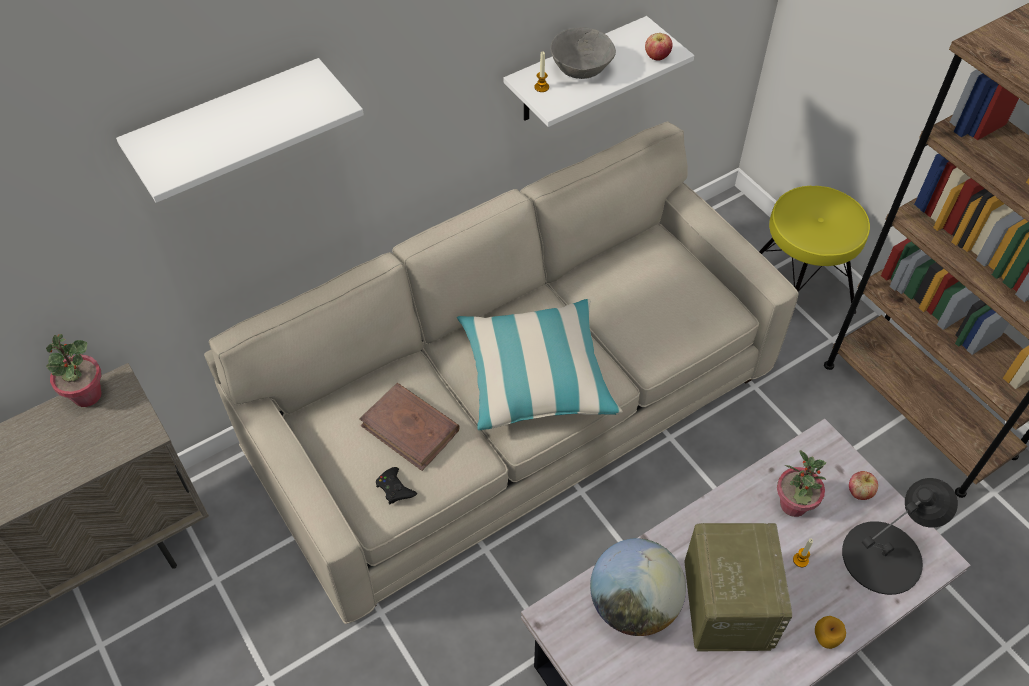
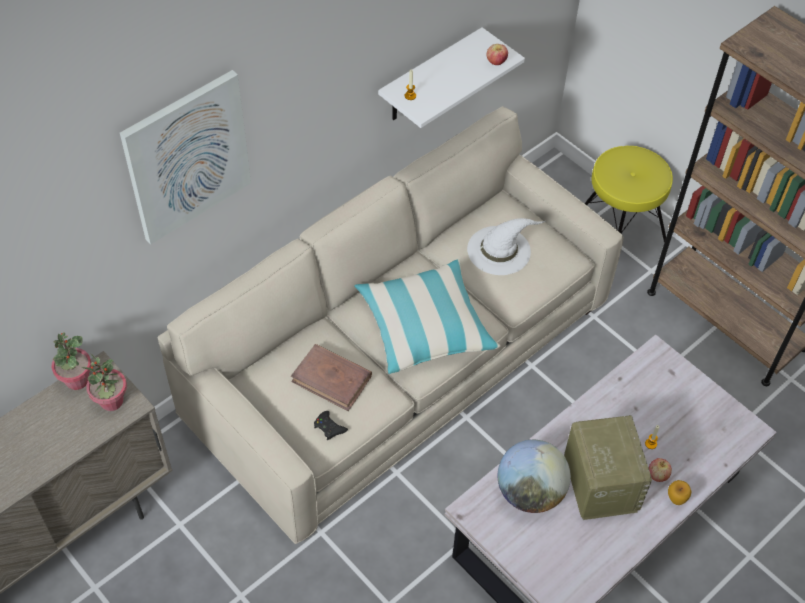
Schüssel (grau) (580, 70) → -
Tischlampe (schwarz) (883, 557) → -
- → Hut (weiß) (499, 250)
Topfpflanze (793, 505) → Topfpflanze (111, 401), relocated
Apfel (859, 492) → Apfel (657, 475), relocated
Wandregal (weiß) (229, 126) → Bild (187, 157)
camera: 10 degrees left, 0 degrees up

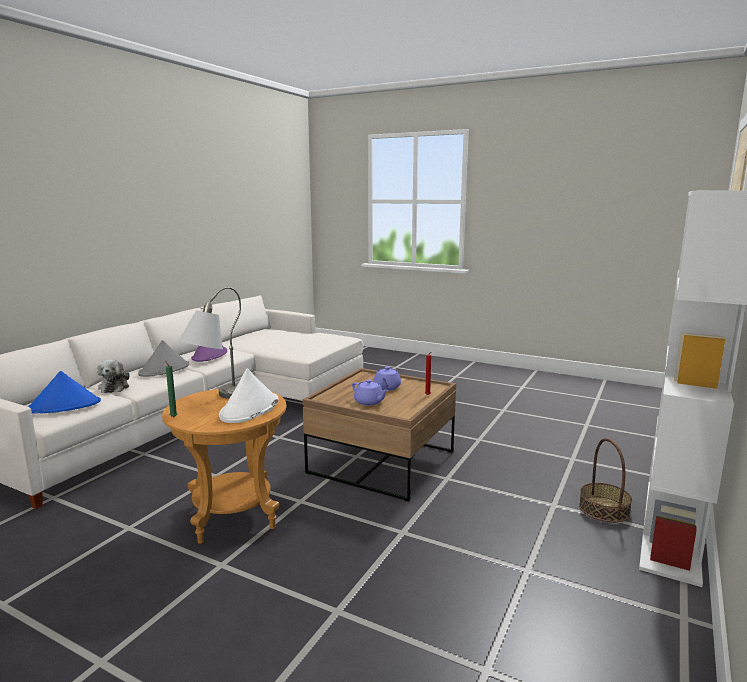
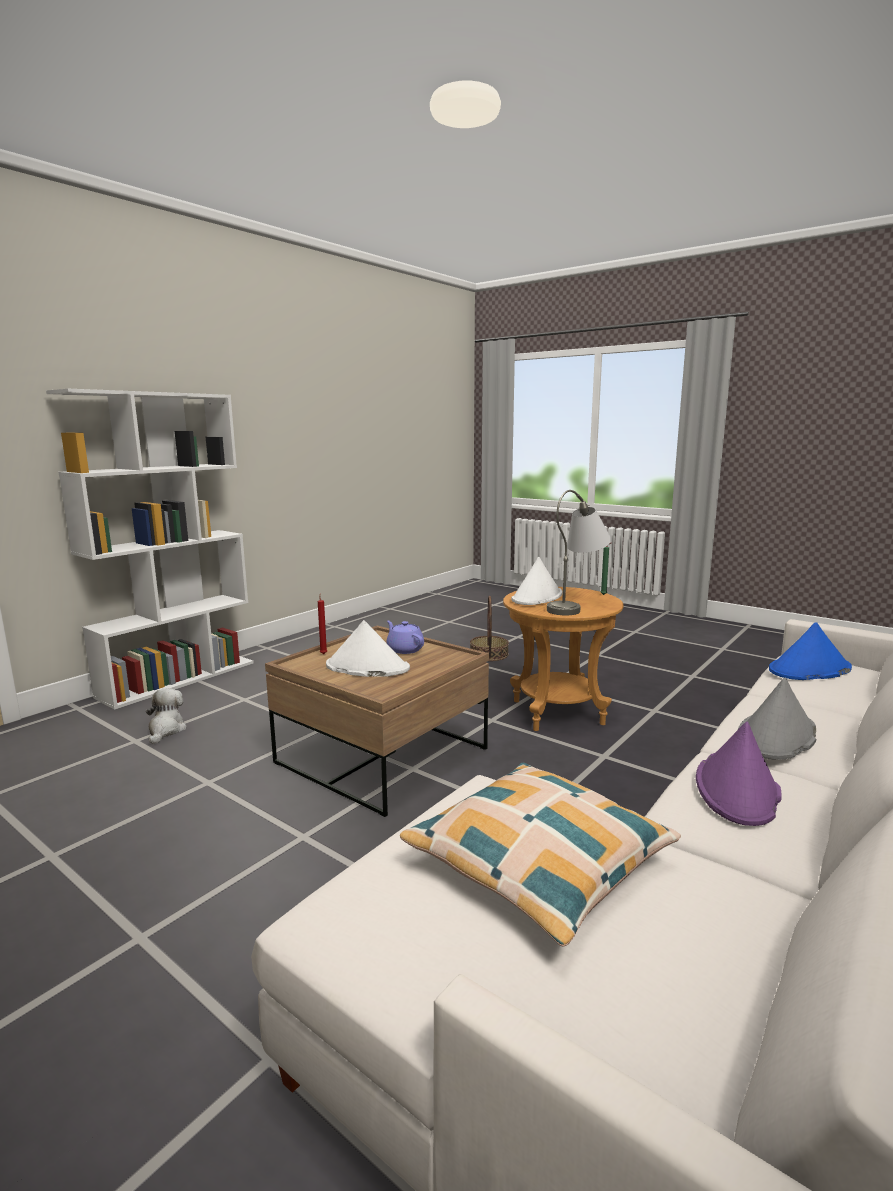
- → Kissen (538, 861)
Plüschtier (114, 387) → Plüschtier (166, 730), relocated
Korb (604, 509) → Korb (489, 654), relocated
Teekanne (lila) (386, 388) → Hut (weiß) (367, 667)
camera: 170 degrees left, 0 degrees up

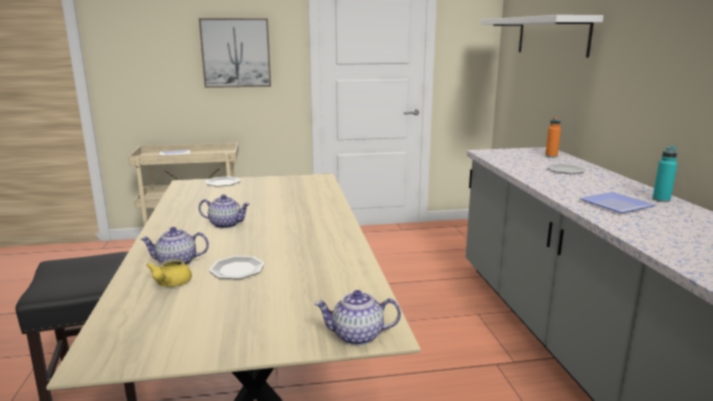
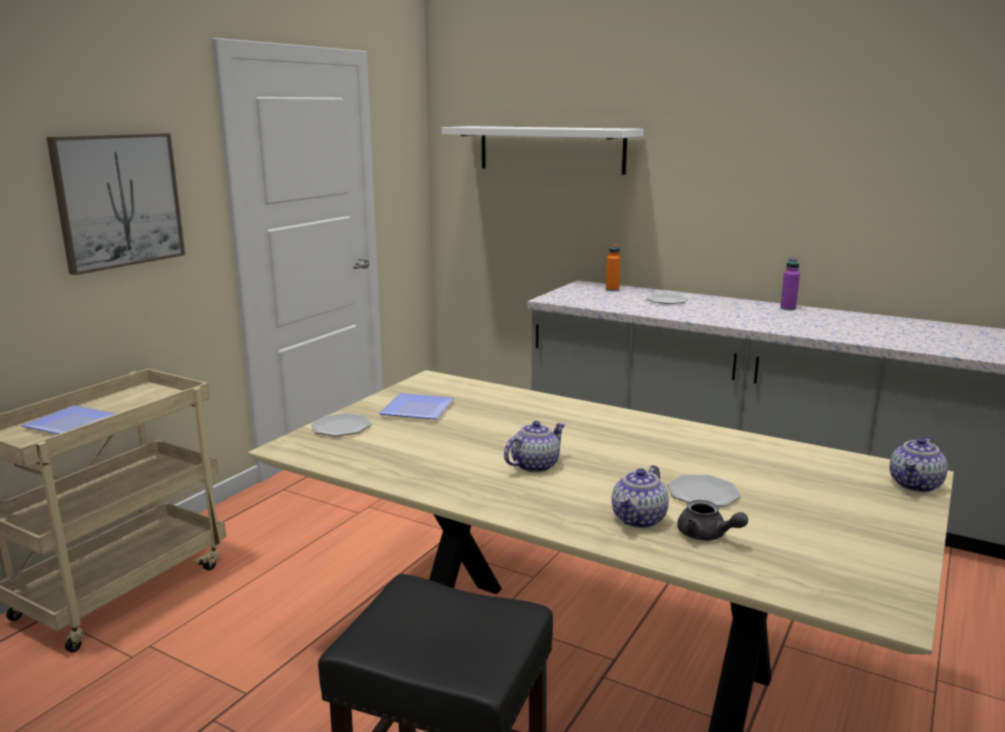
Teller (616, 206) → Teller (419, 410), relocated
Teekanne (gelb) (170, 284) → Teekanne (grau) (707, 536)
Flasche (türkis) (661, 200) → Flasche (lila) (788, 308)
camera: 50 degrees left, 0 degrees up

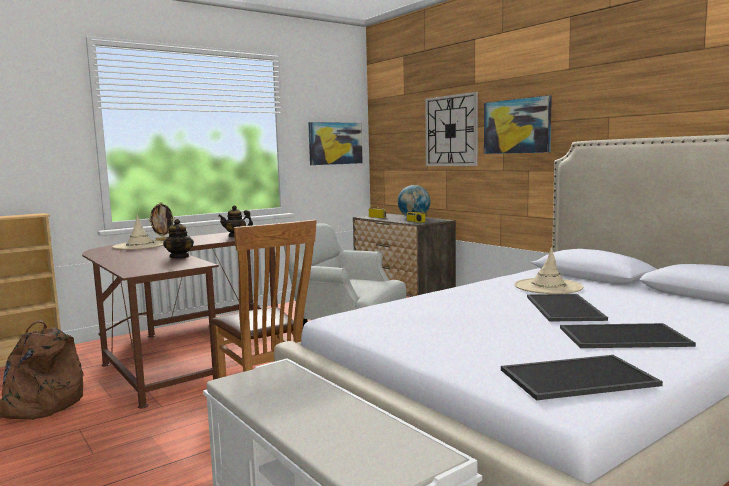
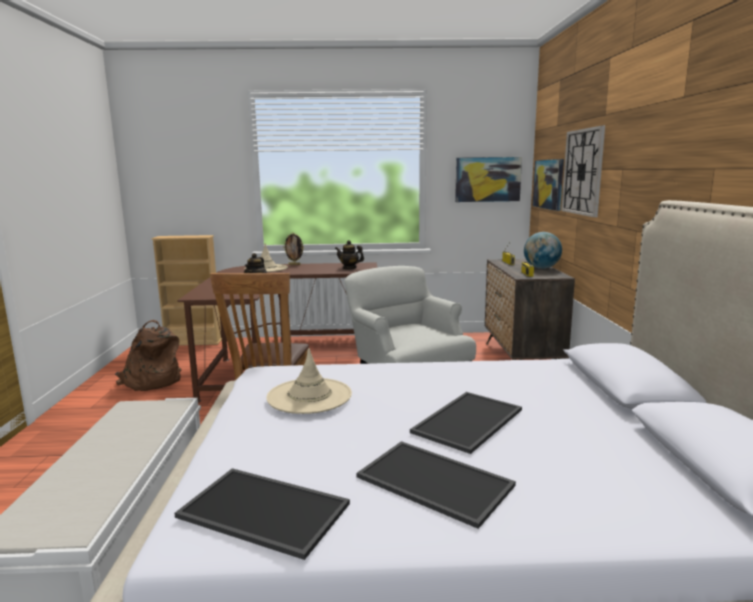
Bild (517, 126) → Bild (548, 184), relocated
Hut (beige) (548, 286) → Hut (beige) (309, 396), relocated
camera: 35 degrees right, 5 degrees up

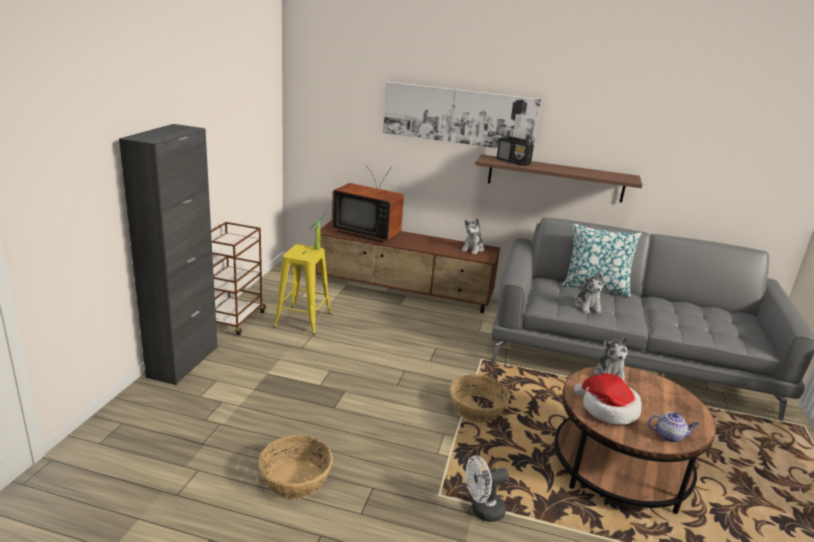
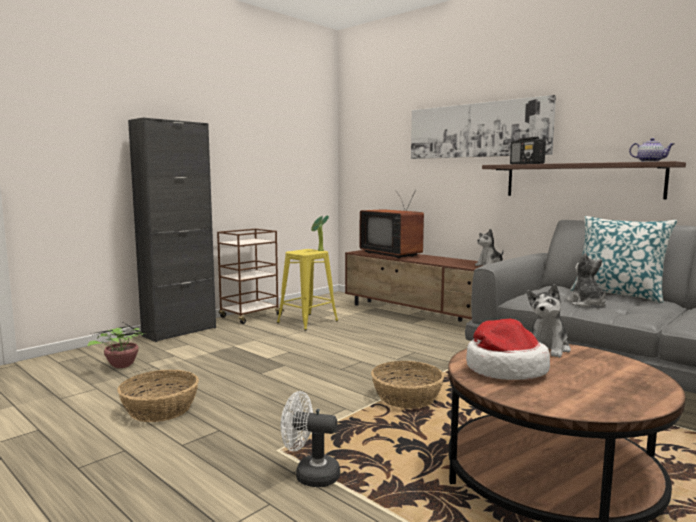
- → Topfpflanze (122, 365)
Teekanne (669, 436) → Teekanne (650, 161), relocated
Plüschtier (588, 307) → Plüschtier (586, 304), 150 degrees clockwise
camera: 30 degrees right, 15 degrees down

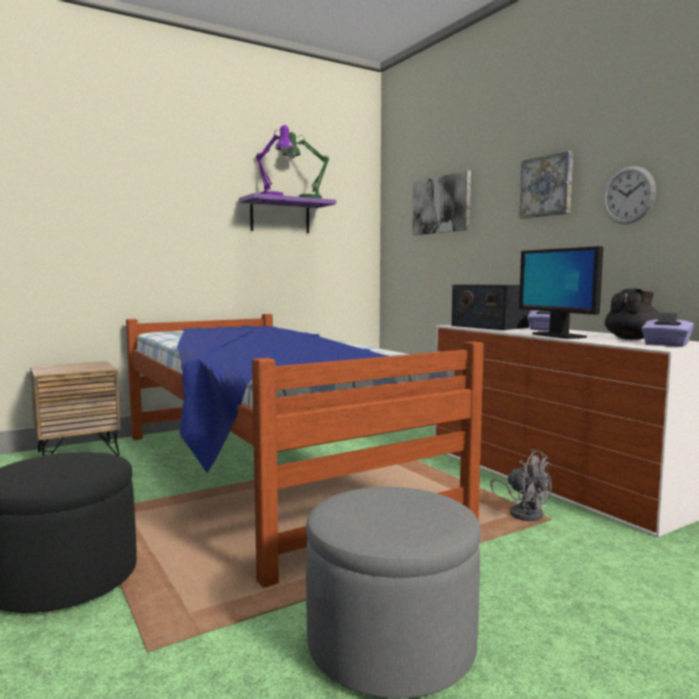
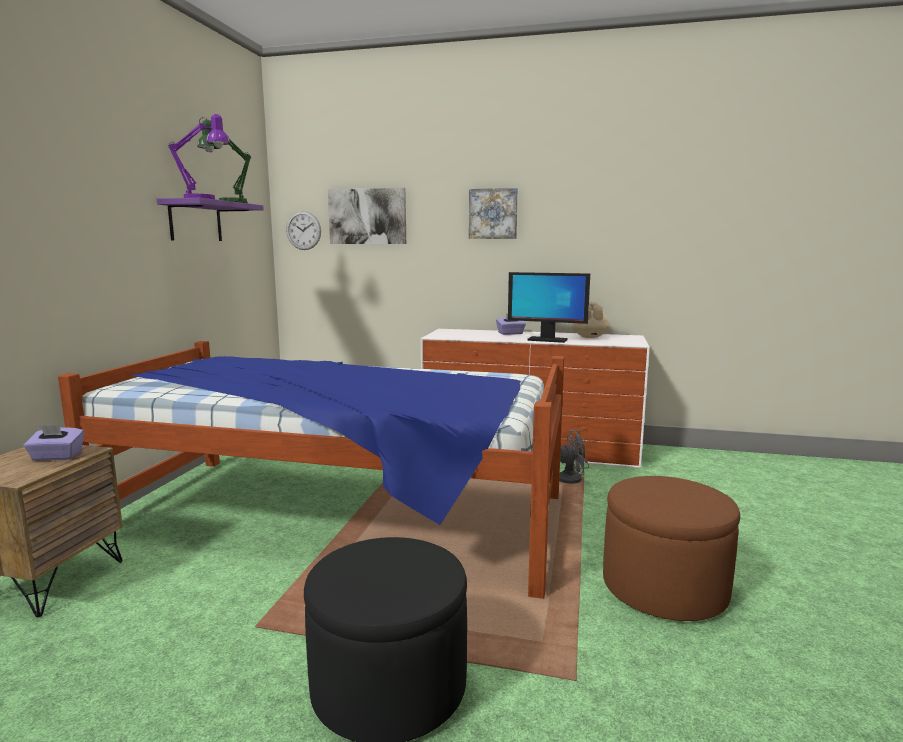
Radio (488, 326) → -
Wanduhr (628, 195) → Wanduhr (303, 230), relocated
Taschentuchbox (lila) (665, 345) → Taschentuchbox (lila) (57, 457), relocated
Polsterhocker (grau) (391, 644) → Polsterhocker (braun) (664, 588)
Teekanne (schwarz) (632, 338) → Teekanne (beige) (590, 337)
camera: 45 degrees left, 5 degrees up

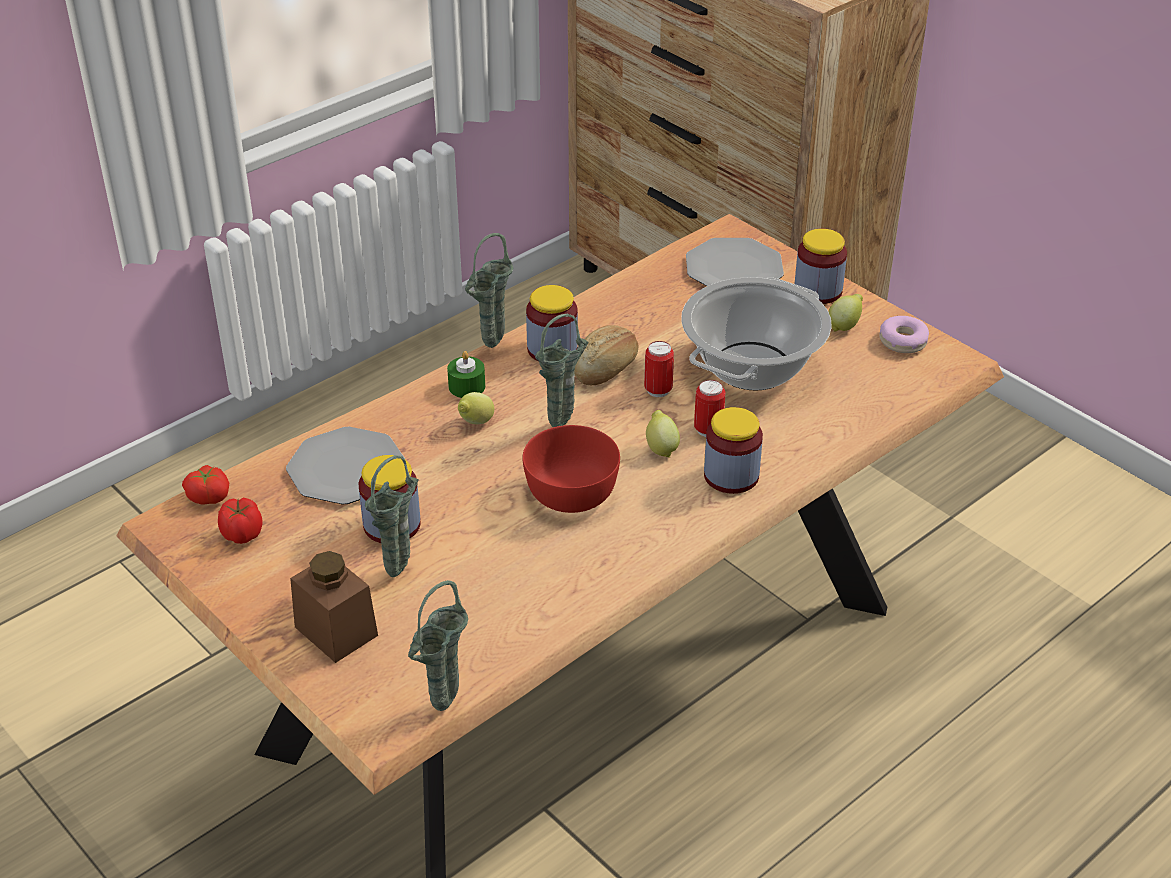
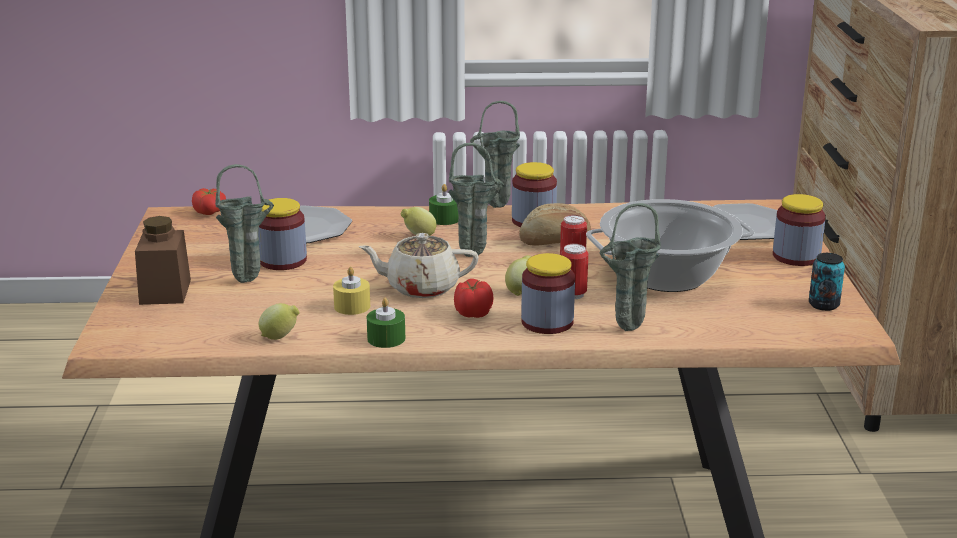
- → Kerze (gelb) (352, 306)
- → Kerze (grün) (386, 338)
Tomate (242, 535) → Tomate (472, 314), relocated
Vase (grün) (443, 708) → Vase (grün) (626, 330), relocated
Zitrone (844, 326) → Zitrone (280, 337), relocated
Schüssel (rot) (571, 491) → Teekanne (beige) (421, 287)
Donut (903, 341) → Dose (823, 305)
camera: 40 degrees right, 15 degrees down

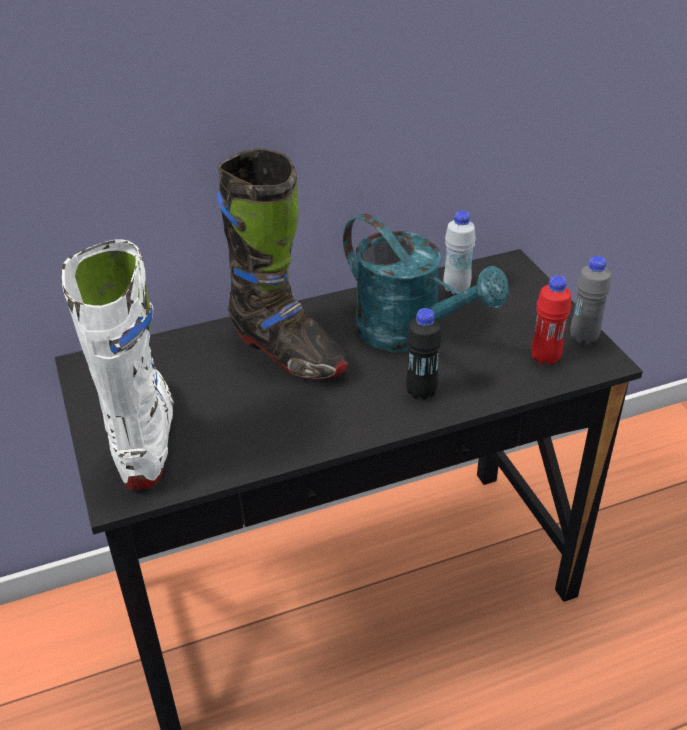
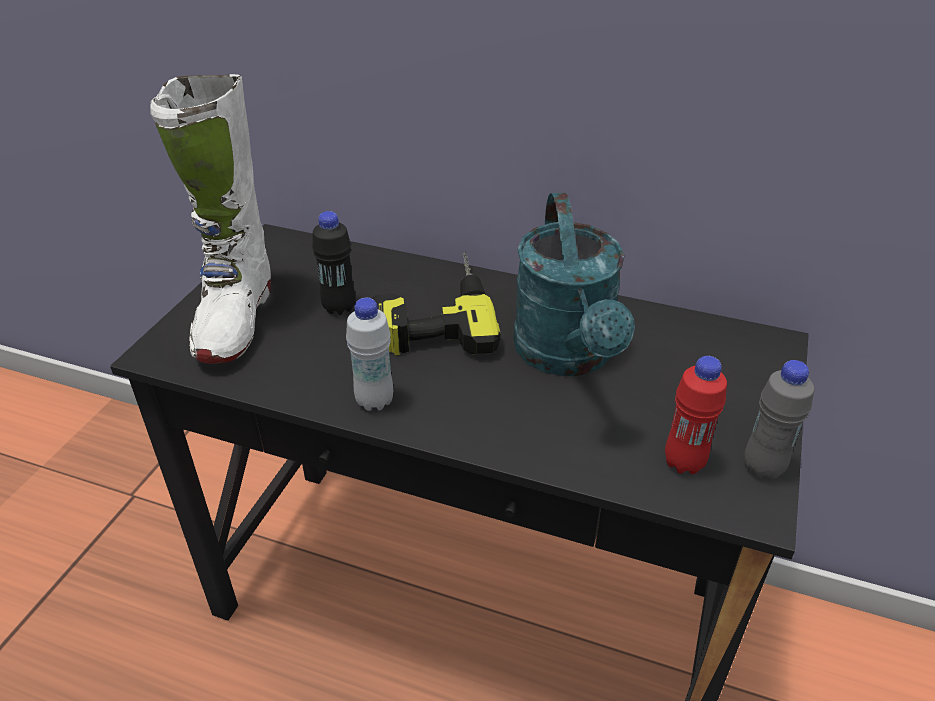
Flasche (schwarz) (421, 392) → Flasche (schwarz) (339, 307), relocated
Flasche (weiß) (456, 289) → Flasche (weiß) (374, 401), relocated
Stiefel (schwarz) (287, 352) → Bohrmaschine (432, 311)
Stiefel (weiß) (145, 437) → Stiefel (weiß) (235, 319), 150 degrees clockwise
camera: 40 degrees right, 0 degrees up

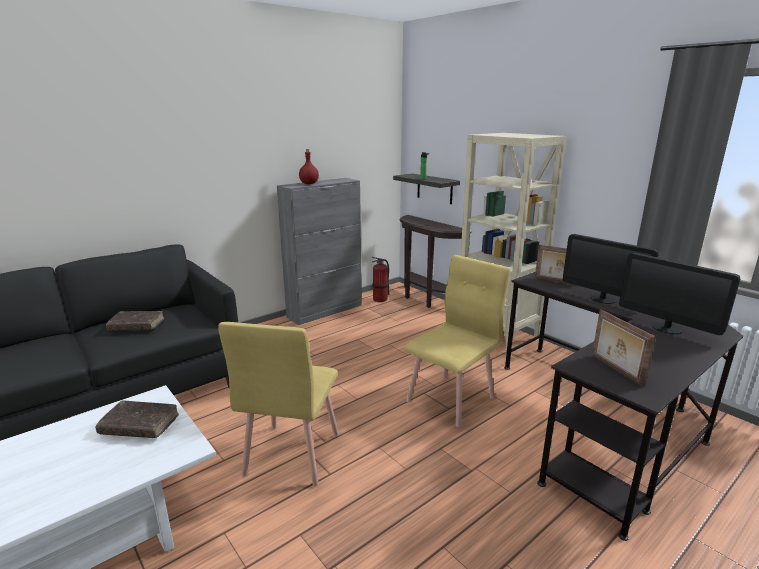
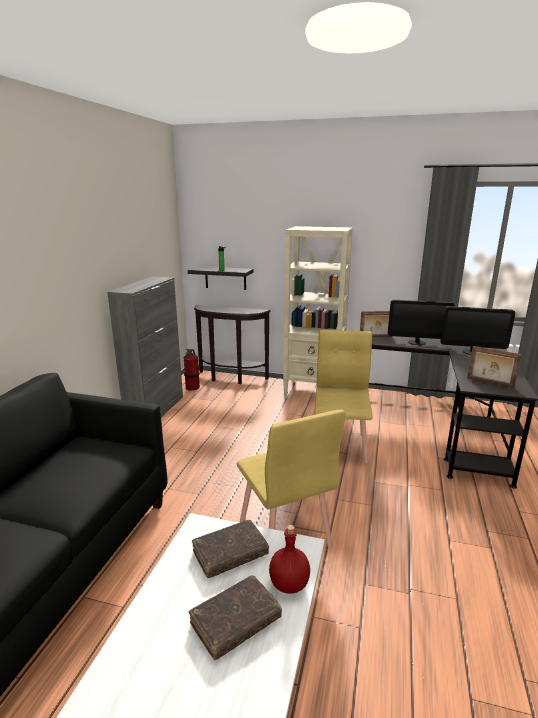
Buch (braun) (136, 326) → Buch (braun) (235, 622), relocated
Flasche (rot) (309, 183) → Flasche (rot) (289, 583), relocated
camera: 35 degrees left, 0 degrees up

